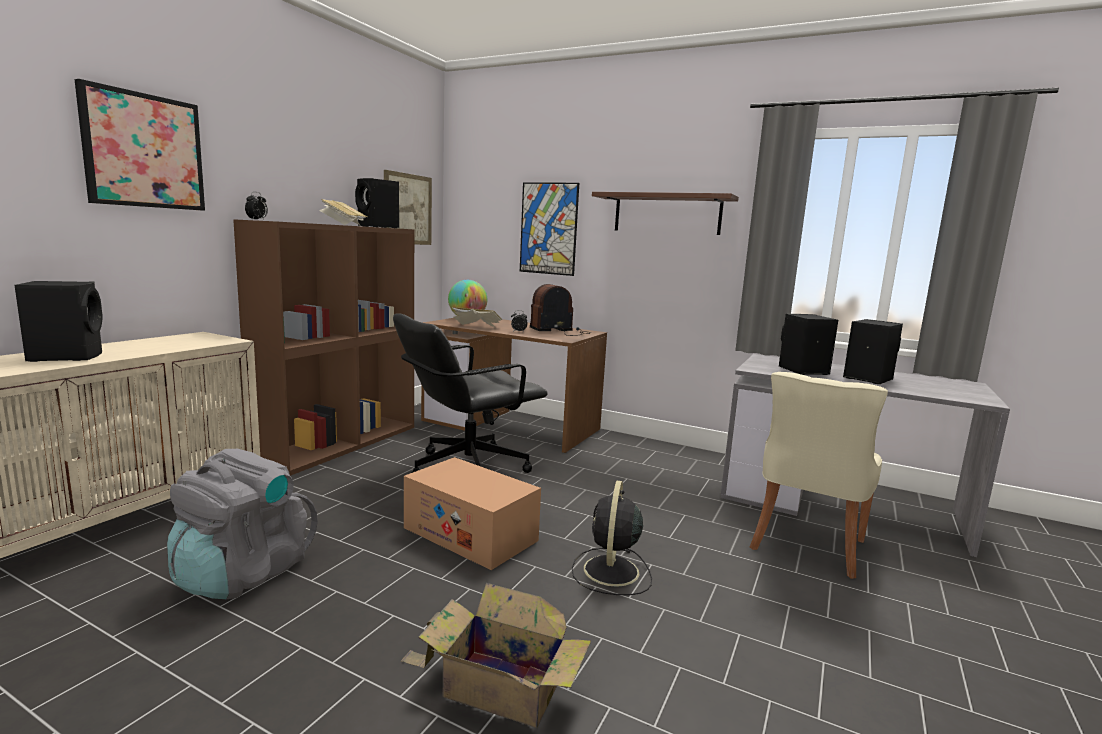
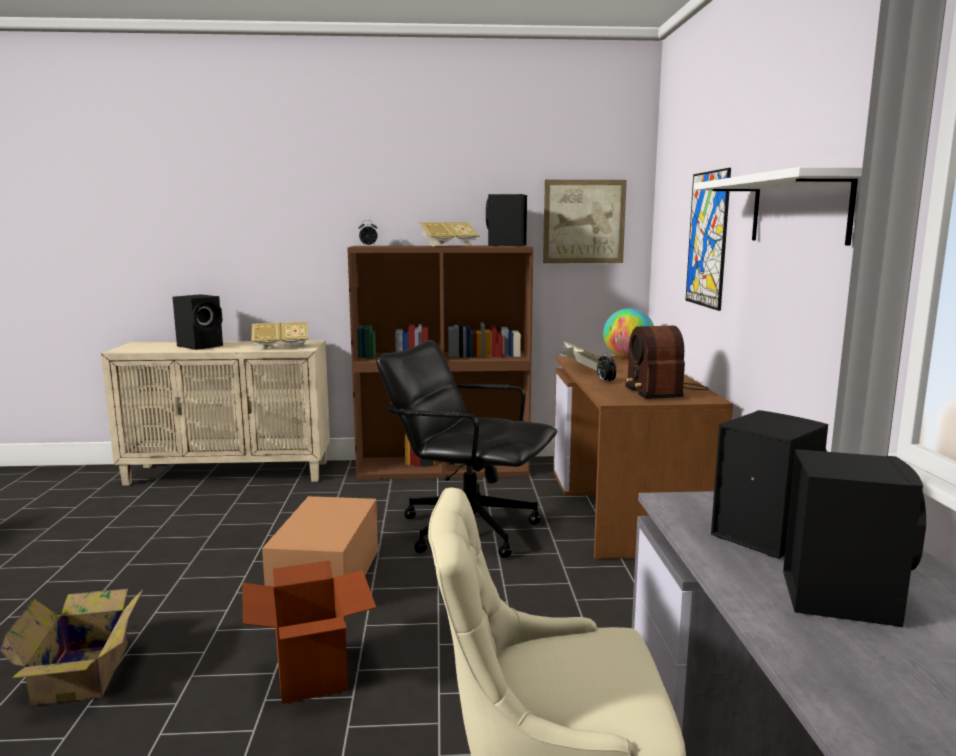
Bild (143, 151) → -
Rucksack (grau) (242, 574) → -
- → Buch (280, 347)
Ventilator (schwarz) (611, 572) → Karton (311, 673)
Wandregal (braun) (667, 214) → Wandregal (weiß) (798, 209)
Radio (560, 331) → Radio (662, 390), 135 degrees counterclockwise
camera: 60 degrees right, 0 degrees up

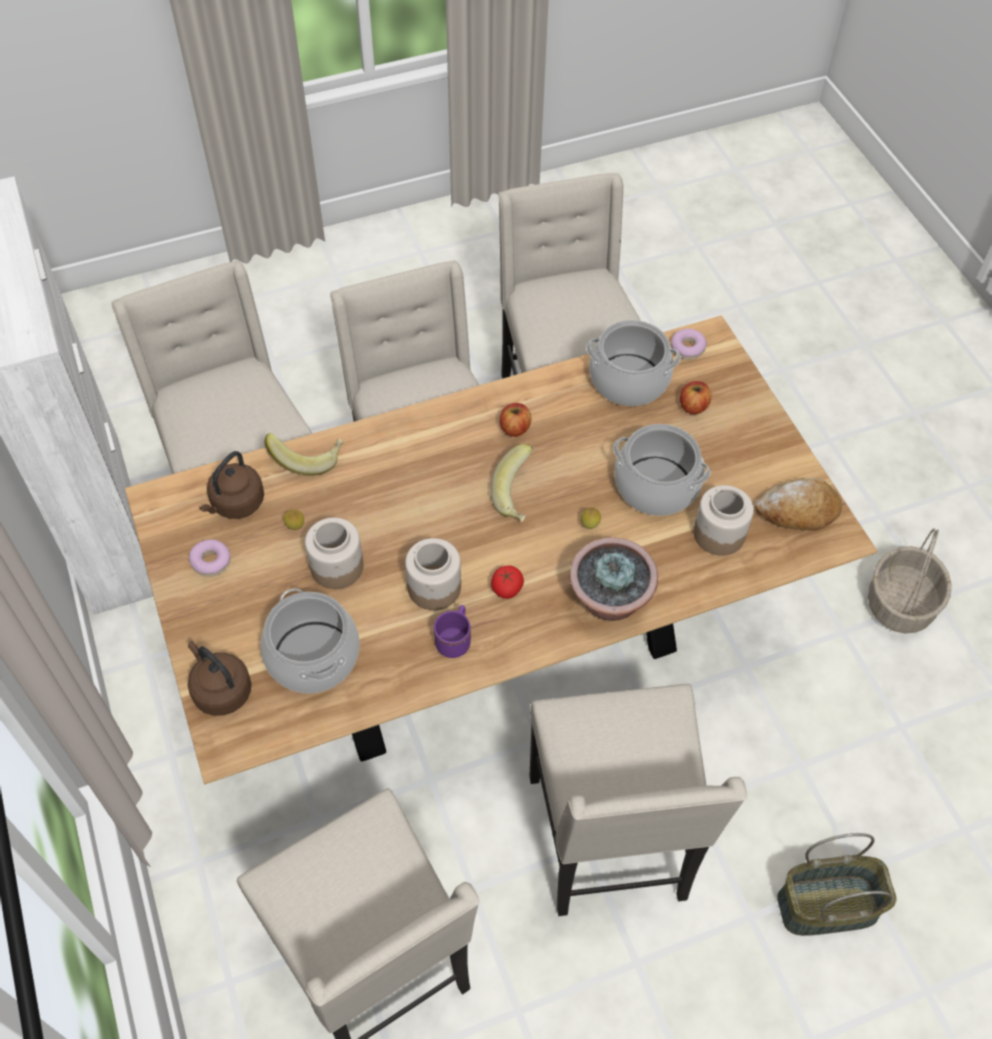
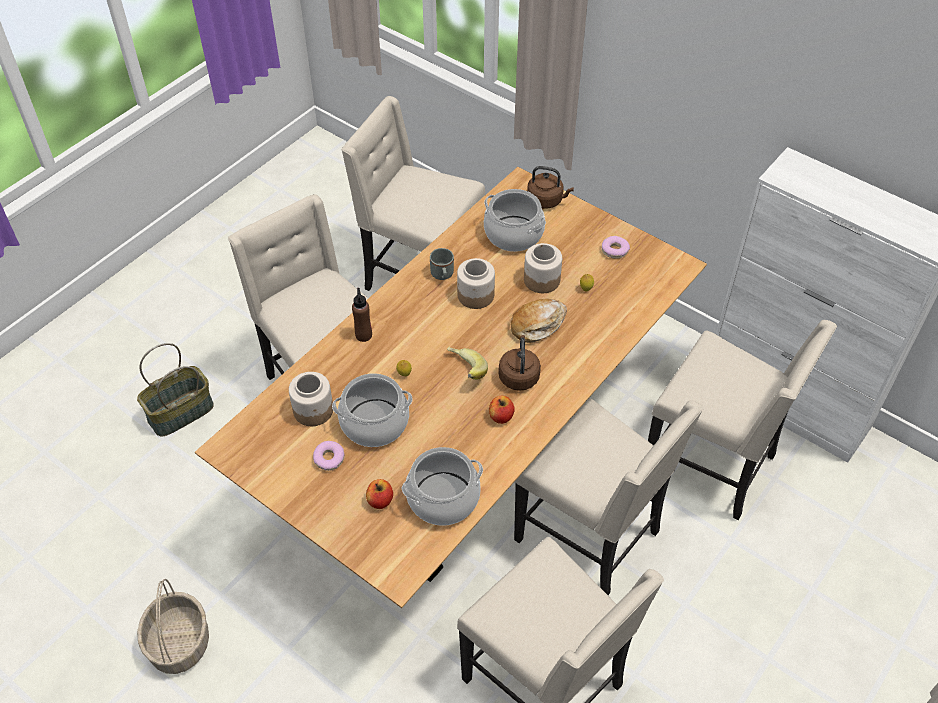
Banane (308, 458) → -
Tomate (506, 588) → -
Wasserkessel (braun) (236, 504) → Wasserkessel (braun) (519, 376), relocated
Donut (687, 348) → Donut (329, 459), relocated
Brot (798, 511) → Brot (537, 325), relocated
Topfpflanze (609, 602) → Flasche (braun) (363, 335)
Henkelbecher (lila) (455, 639) → Henkelbecher (grau) (442, 275)
camera: 150 degrees right, 5 degrees down

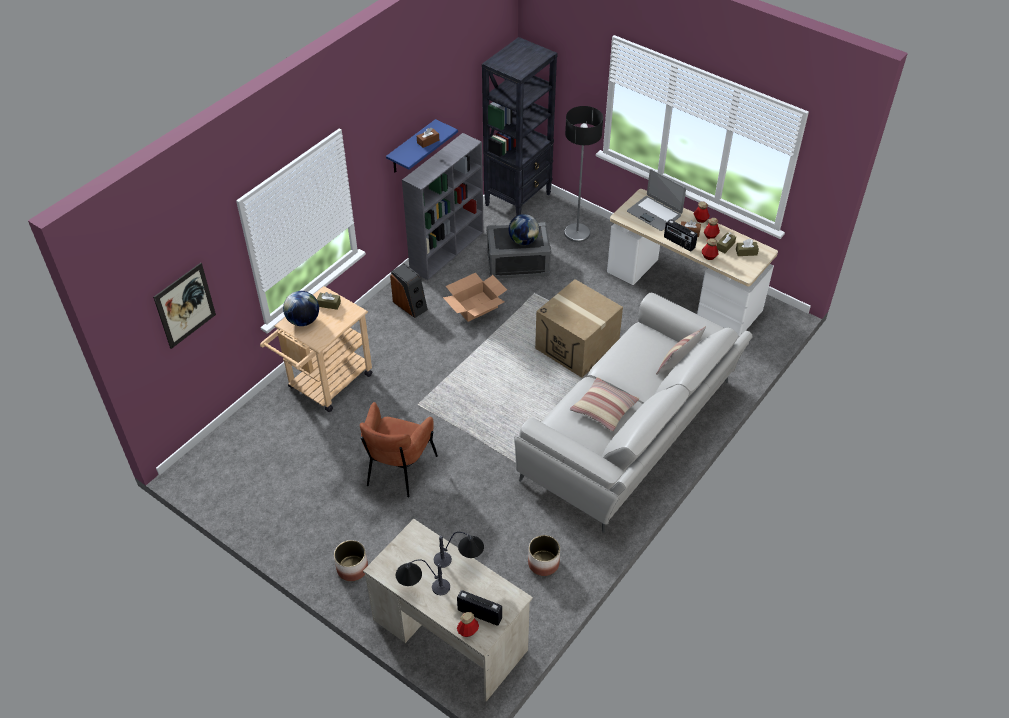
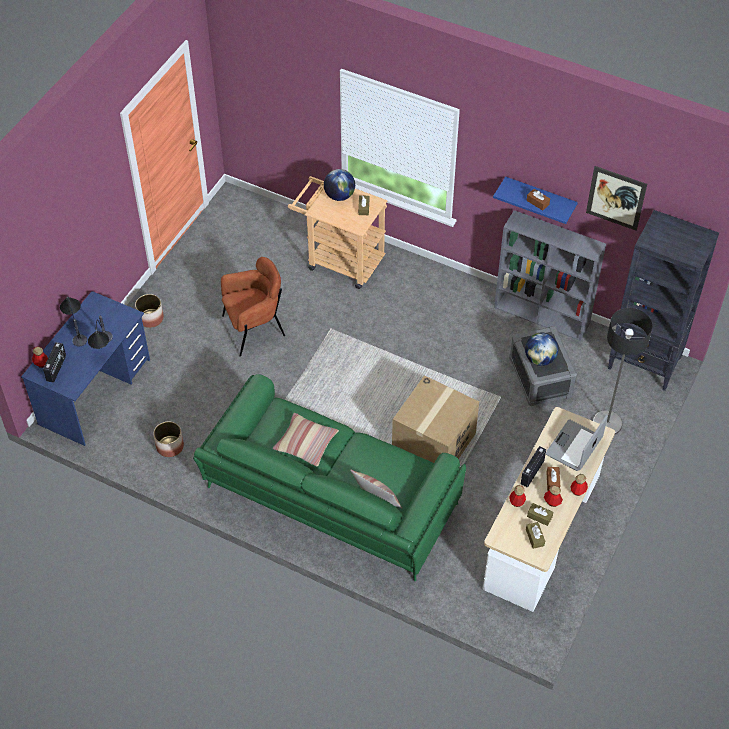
Lautsprecher (410, 305) → -
Karton (475, 306) → -
Bild (185, 305) → Bild (616, 198), relocated
Schreibtisch (beige) (449, 634) → Schreibtisch (blau) (95, 392)
Sofa (grau) (631, 432) → Sofa (grün) (329, 499)
Sessel (braun) (398, 469) → Sessel (braun) (254, 329), 150 degrees clockwise
camera: 80 degrees right, 5 degrees up

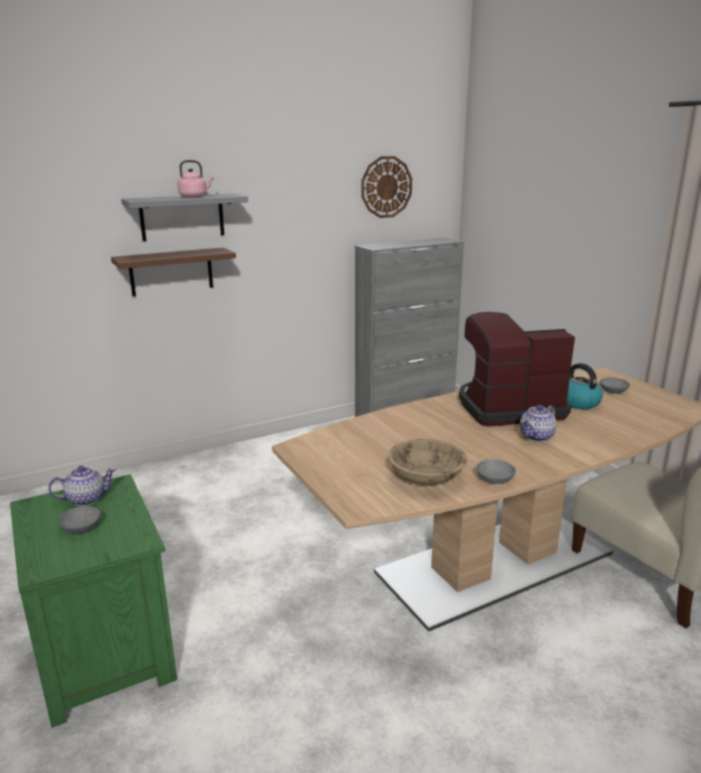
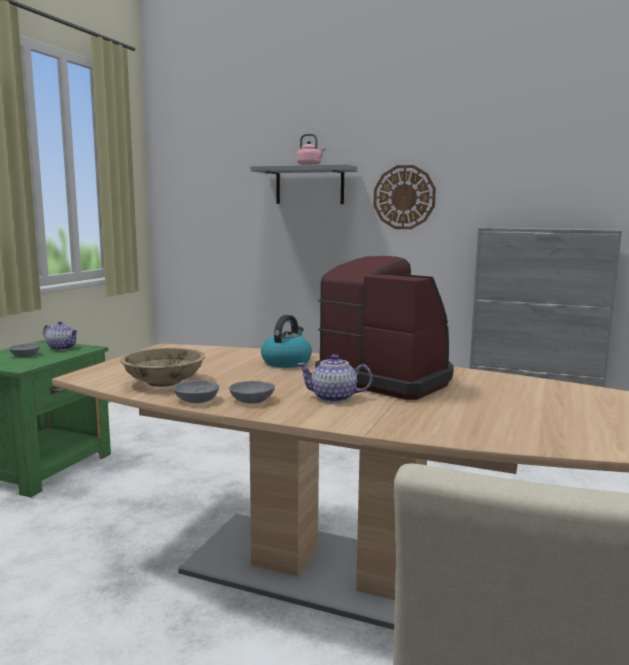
Wandregal (braun) (171, 271) → -
Wanduhr (386, 187) → Wanduhr (404, 197), relocated
Wasserkessel (577, 402) → Wasserkessel (286, 362), relocated
Schüssel (grau) (612, 390) → Schüssel (grau) (252, 400), relocated
camera: 50 degrees right, 10 degrees down

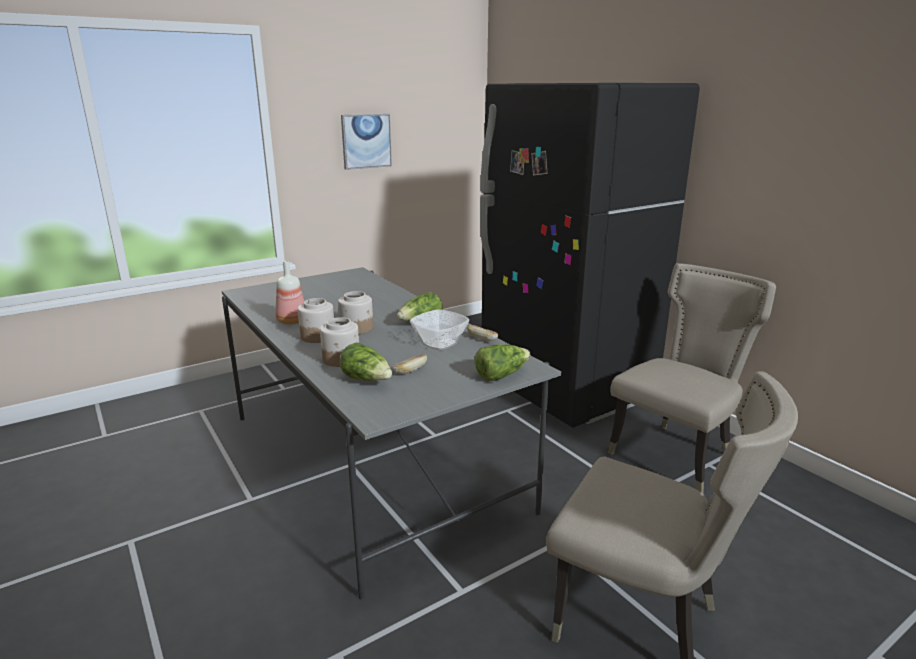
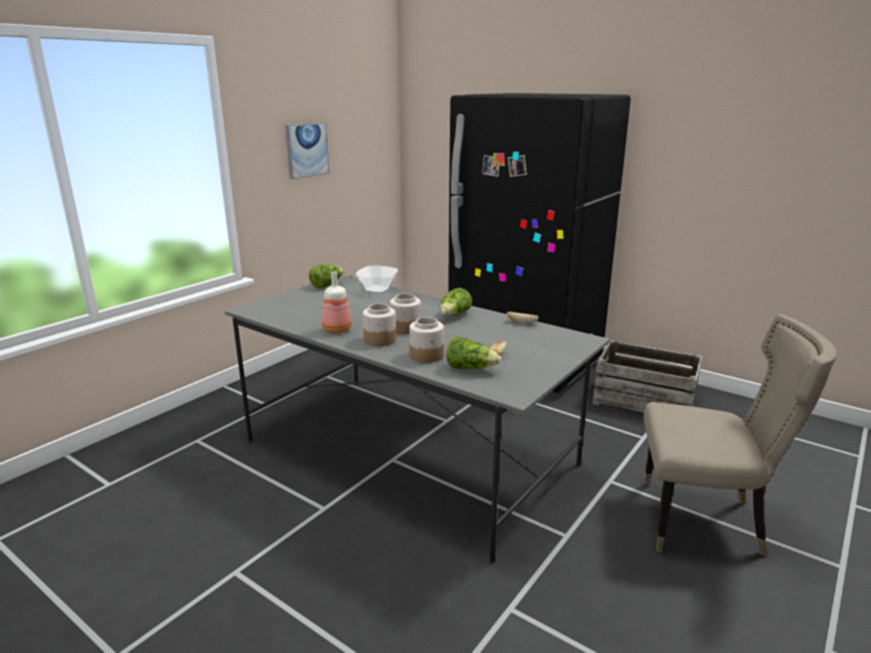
Schüssel (439, 344) → Schüssel (377, 290), relocated
Salatkopf (501, 375) → Salatkopf (327, 285), relocated
Stuhl (beige) (676, 454) → Kiste (644, 400)
camera: 20 degrees left, 0 degrees up

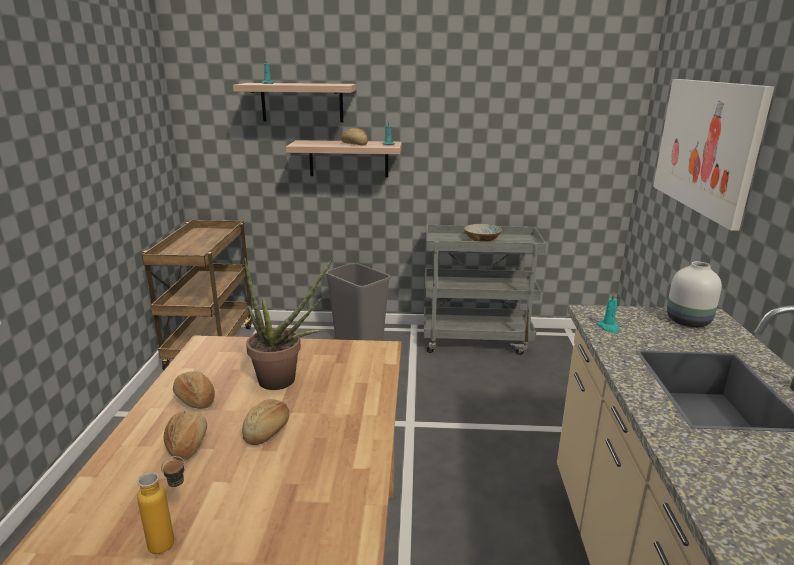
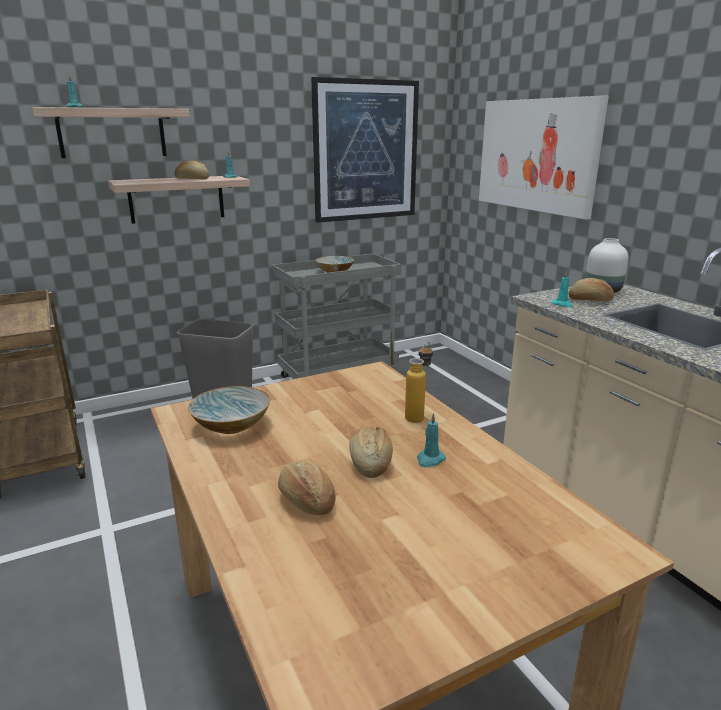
Topfpflanze (284, 381) → -
- → Schüssel (232, 424)
- → Bild (366, 151)
- → Kerze (türkis) (430, 460)
Flasche (172, 541) → Flasche (418, 416), relocated
Brot (195, 400) → Brot (590, 300), relocated
camera: 30 degrees left, 0 degrees up

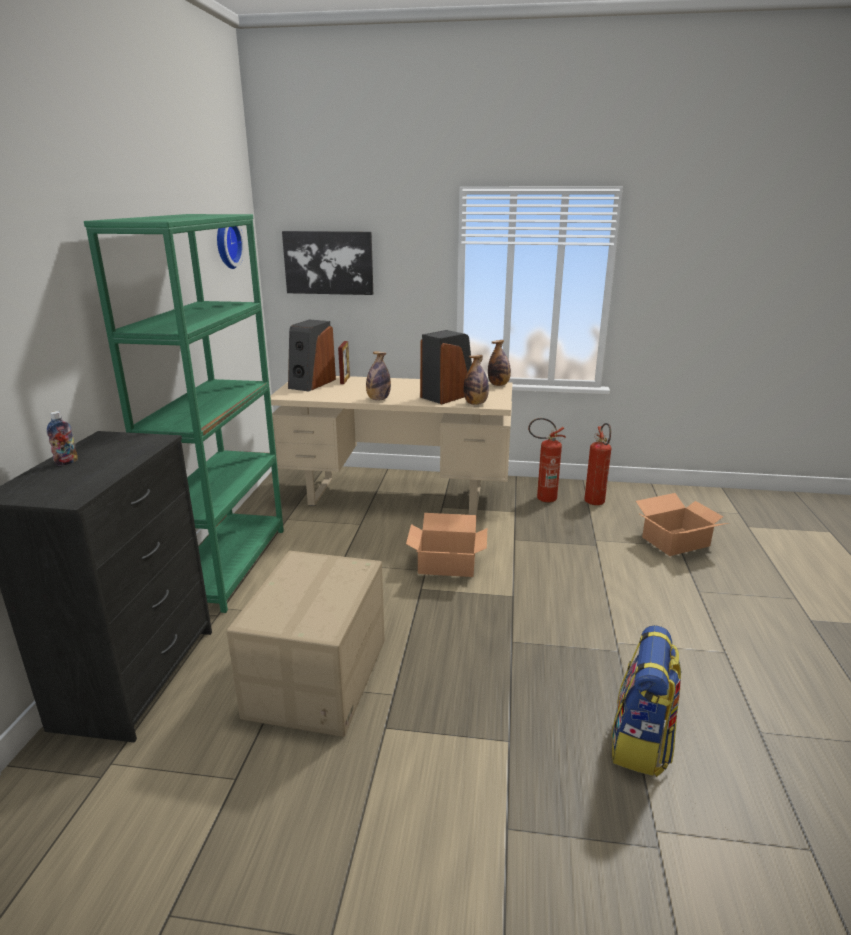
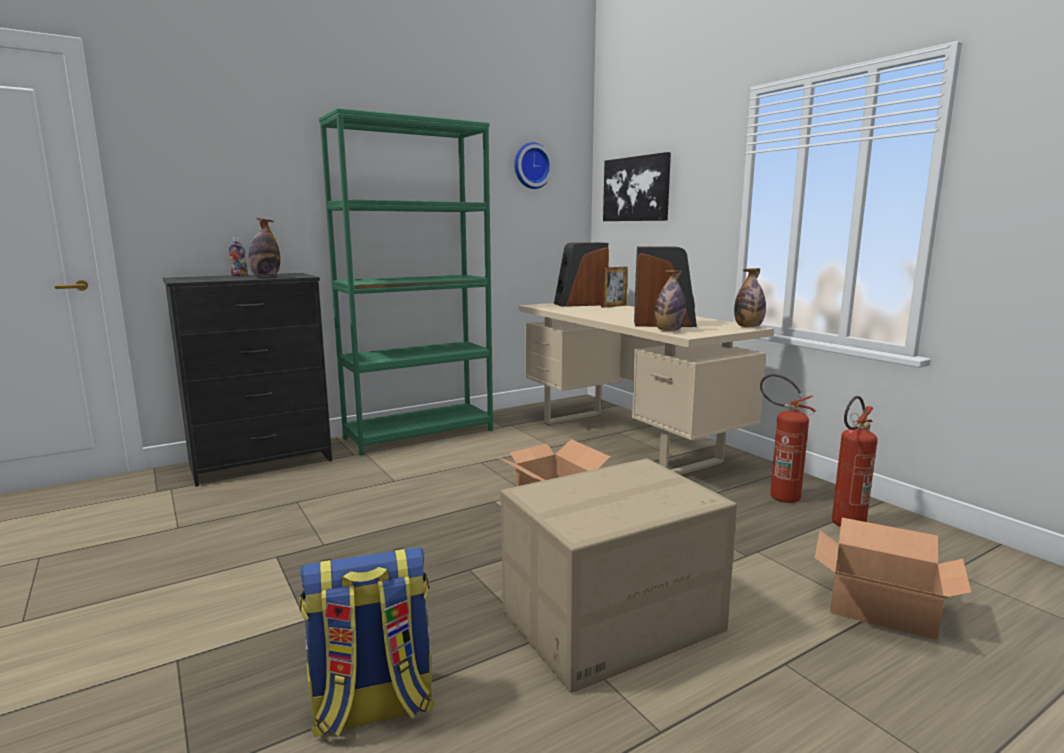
Karton (319, 678) → Karton (612, 622), relocated
Flasche (378, 399) → Flasche (265, 277), relocated
camera: 50 degrees right, 10 degrees down

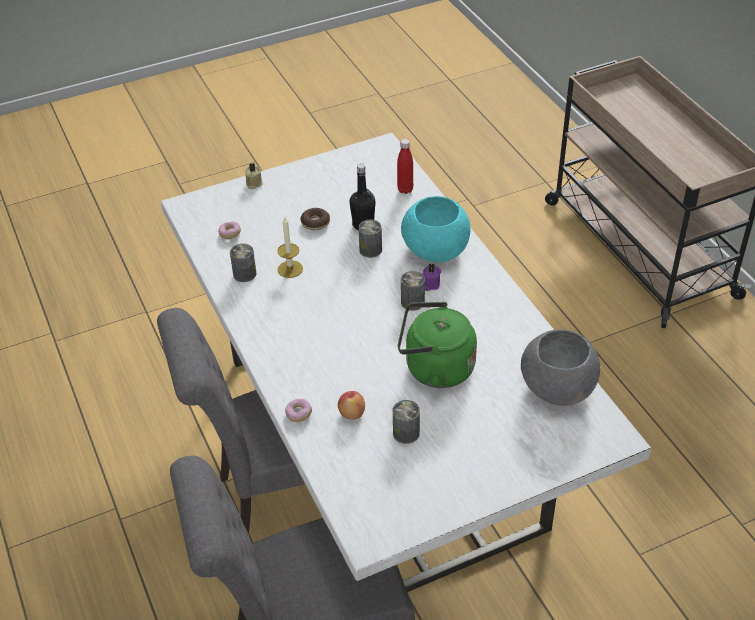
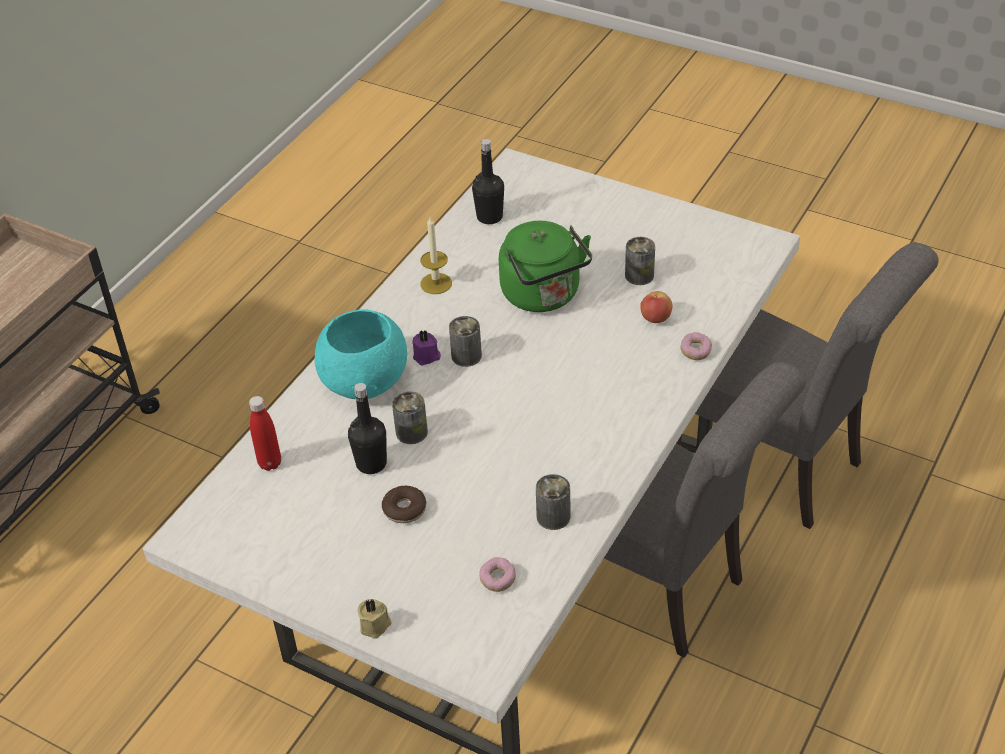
Kerze (290, 269) → Kerze (436, 283), relocated
Schüssel (grau) (557, 387) → Flasche (schwarz) (489, 217)
camera: 125 degrees left, 0 degrees up

